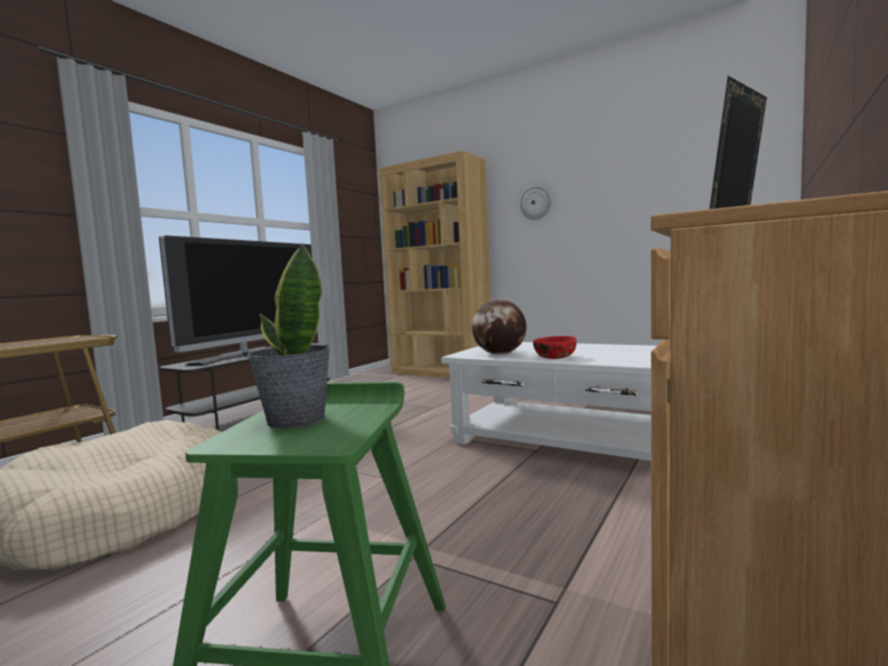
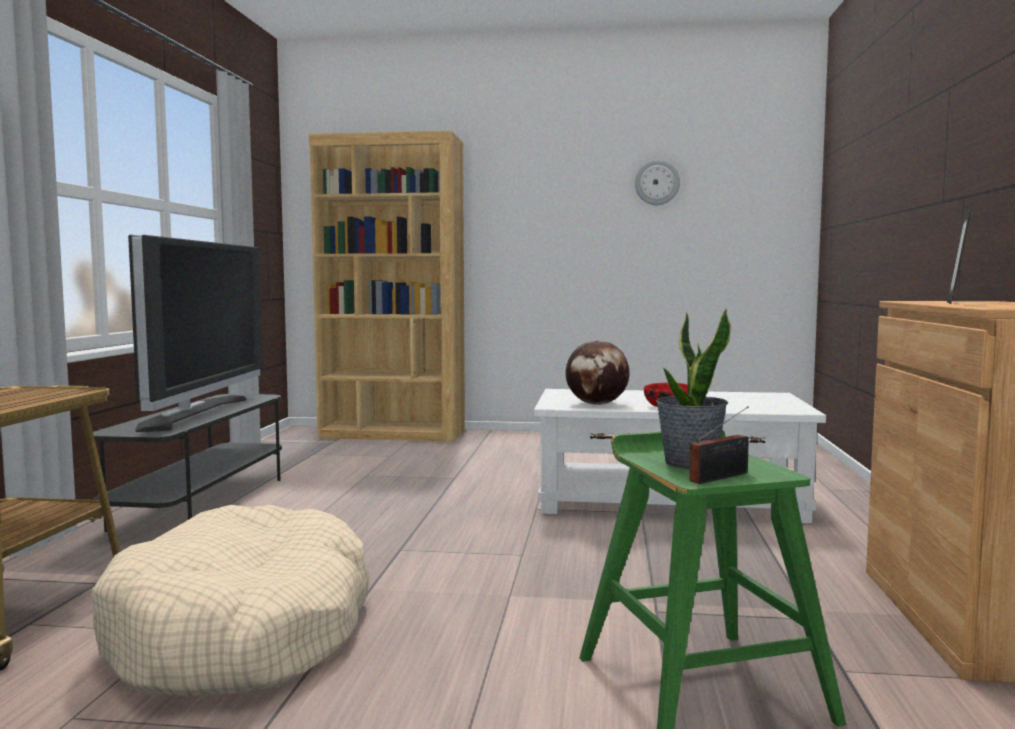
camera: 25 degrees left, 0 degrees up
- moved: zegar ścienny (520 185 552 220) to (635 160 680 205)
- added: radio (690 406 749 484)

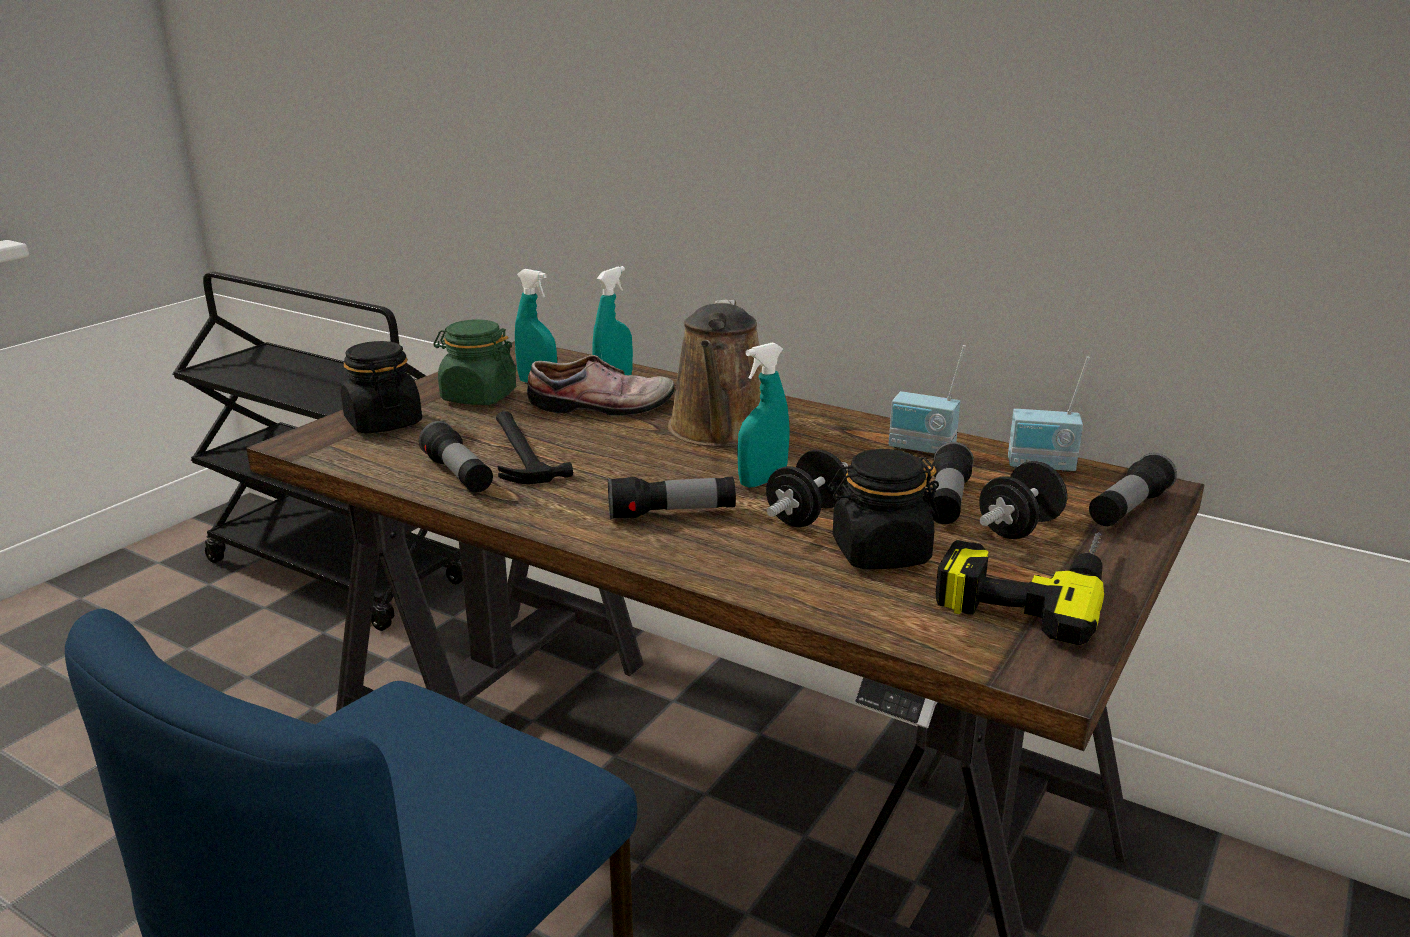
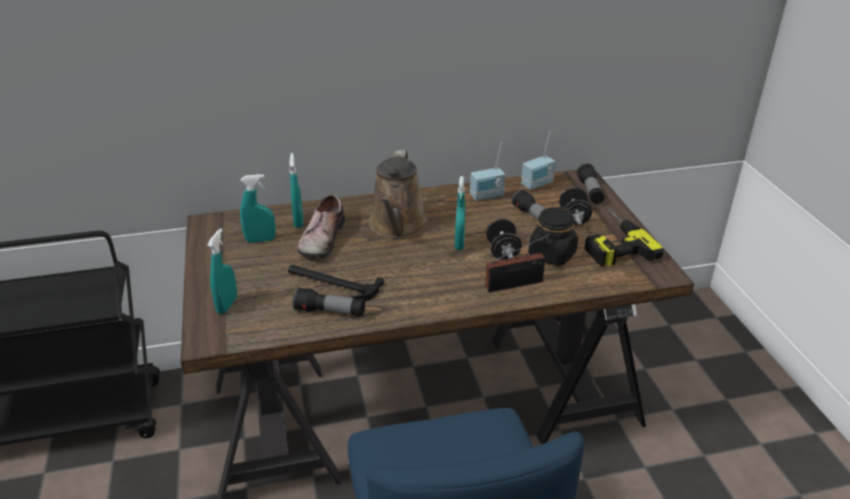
camera: 45 degrees left, 10 degrees up
- replaced: słoik/czarny (341 341 422 434) to spryskiwacz/turkusowy (207 228 237 314)
- turned: but (527 355 675 416) = (297 195 345 259) 150 degrees clockwise
- turned: konewka/brązowy (668 299 762 447) = (369 150 429 238) 45 degrees clockwise
- added: radio (485 234 551 293)
- removed: słoik/zielony (434 319 516 405)
- removed: latarka (608 476 736 520)

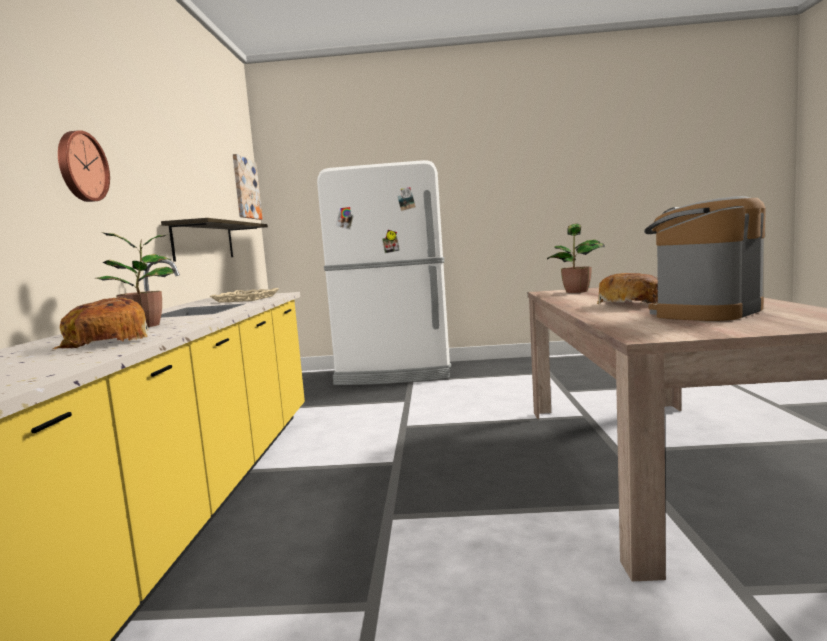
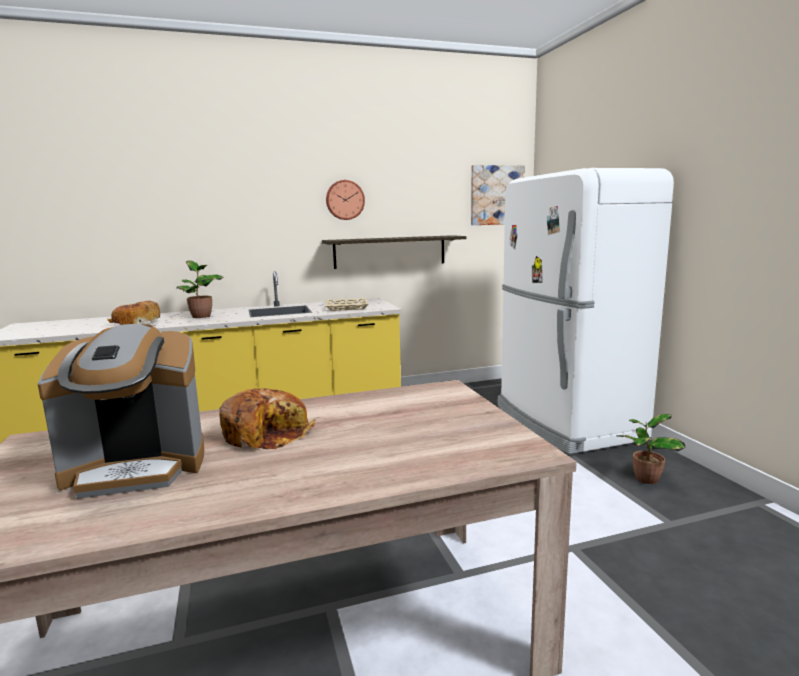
camera: 70 degrees right, 5 degrees up
- turned: ekspres do kawy (644 196 766 321) = (38 324 204 499) 135 degrees clockwise
- moved: zegar ścienny (58 130 110 202) to (326 180 365 220)
- moved: roślina doniczkowa (547 224 605 293) to (615 414 685 484)

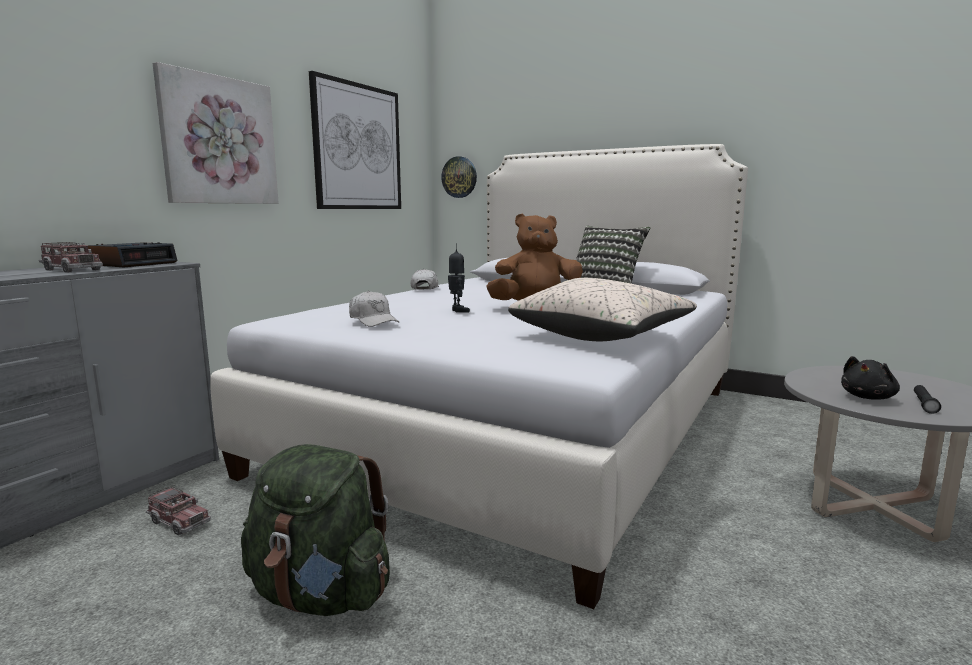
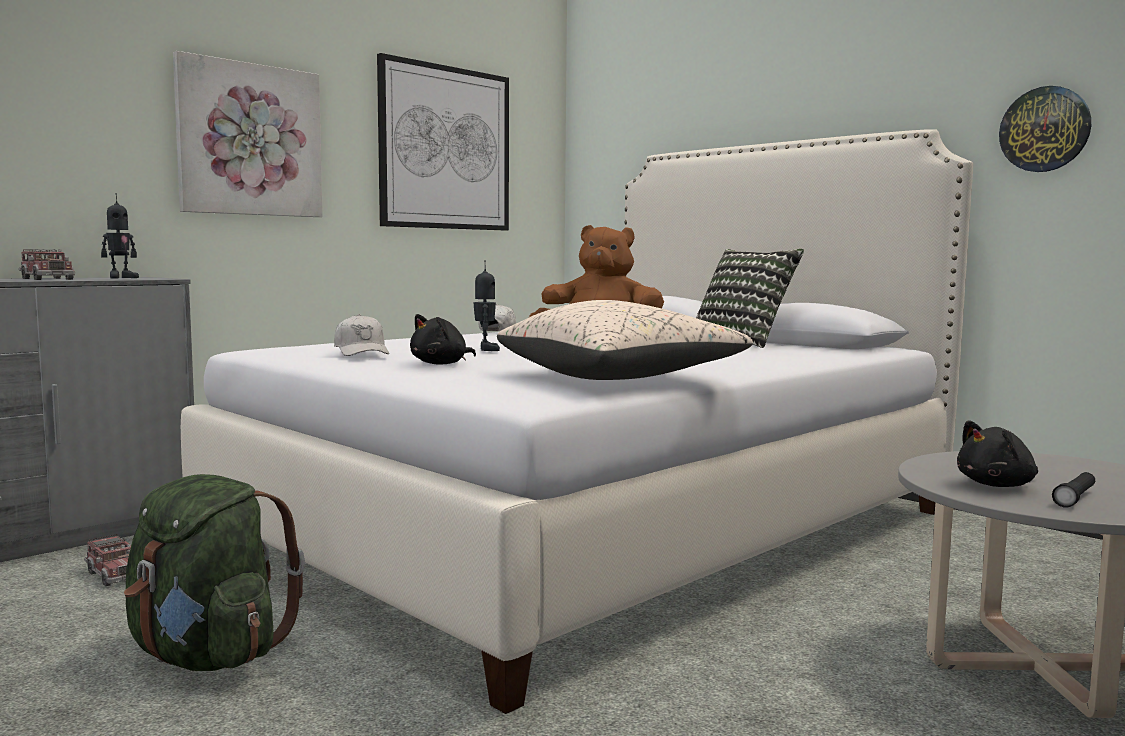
camera: 15 degrees right, 5 degrees down
- replaced: budzik (84 242 178 267) to robot zabawkowy (101 193 139 278)
- added: pluszak/czarny (410 314 476 364)
- moved: zegar ścienny (441 156 477 198) to (999 86 1091 172)

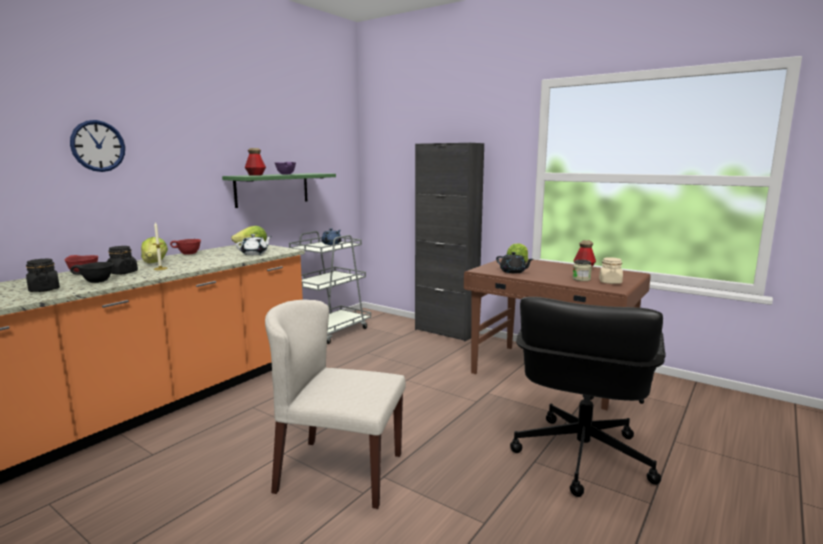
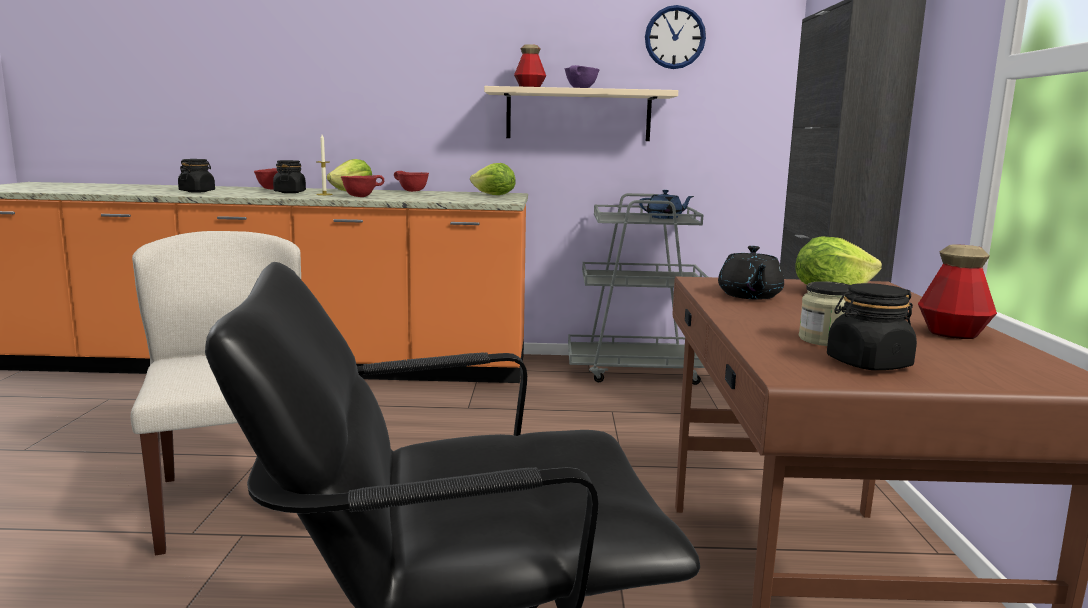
camera: 55 degrees right, 0 degrees up
- added: miska/czerwony (341 175 384 197)
- recoloured: półka/zielony (222 173 336 208) to półka/beżowy (484 86 678 141)
- moved: zegar ścienny (70 120 125 172) to (645 5 706 69)
- recoloured: słoik/beżowy (599 257 623 284) to słoik/czarny (827 283 917 370)
- removed: miska/czarny (70 262 113 283)
- removed: imbryk/biały (236 234 271 255)

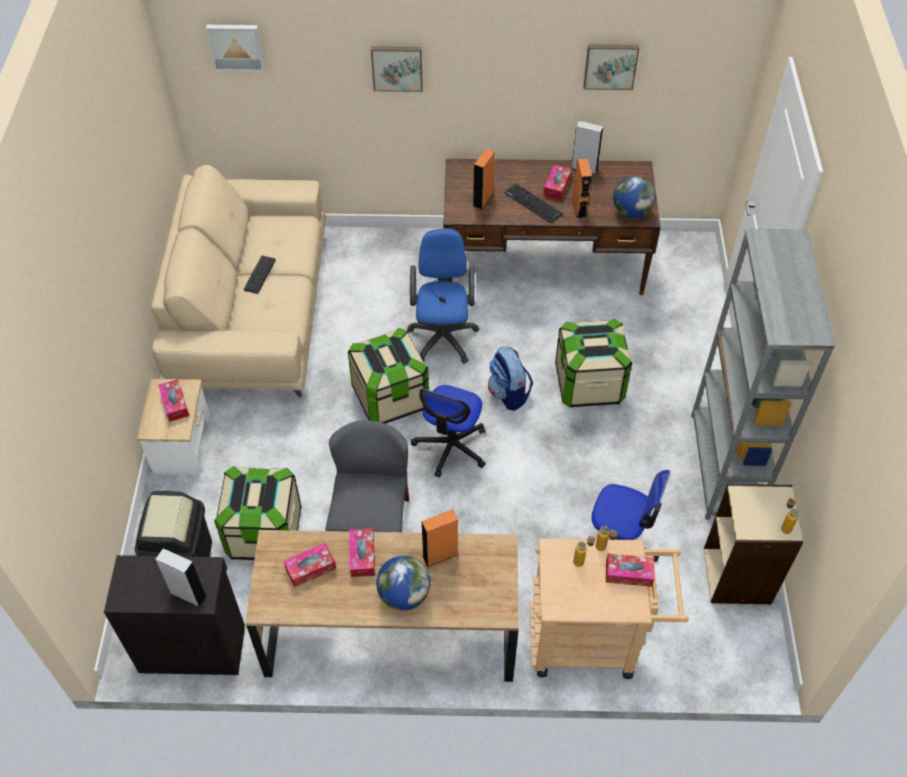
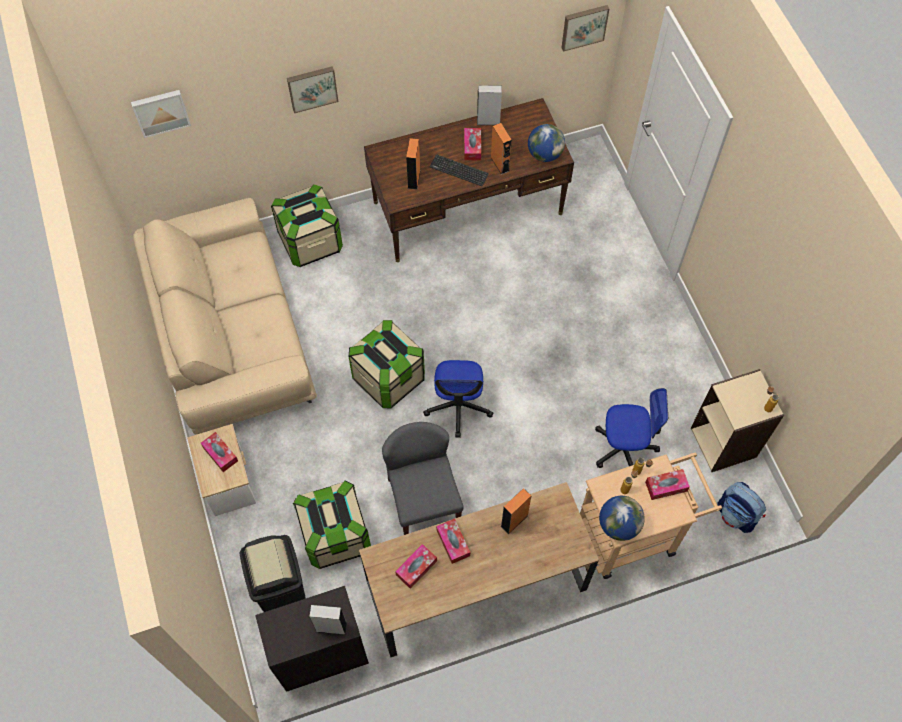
camera: 20 degrees left, 10 degrees up
- moved: pojemnik do przechowywania (555 318 632 408) to (271 184 343 267)
- moved: obraz (583 44 639 90) to (562 5 609 52)
- moved: globus (376 556 431 611) to (599 496 645 541)
- moved: plecak (488 346 533 411) to (717 482 766 533)
- removed: klawiatura (244 256 276 294)
- removed: krzesło biurowe/niebieski (407 228 479 364)
- removed: regał/szary (691 229 836 520)

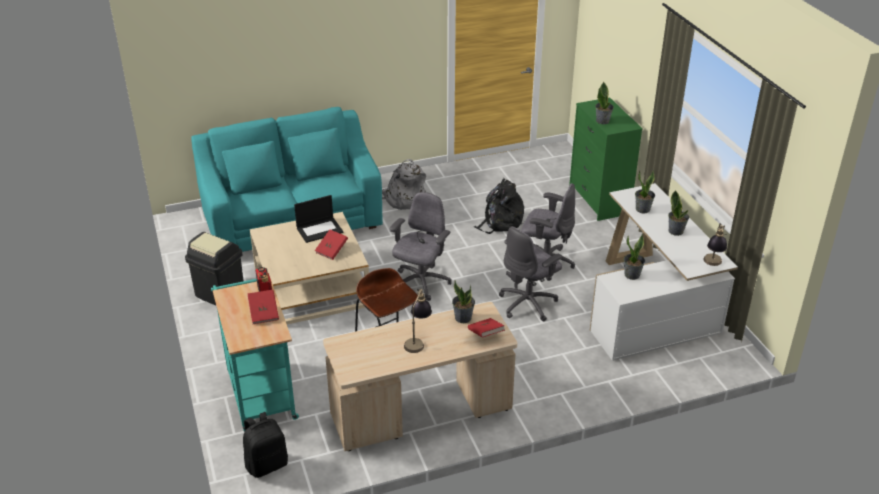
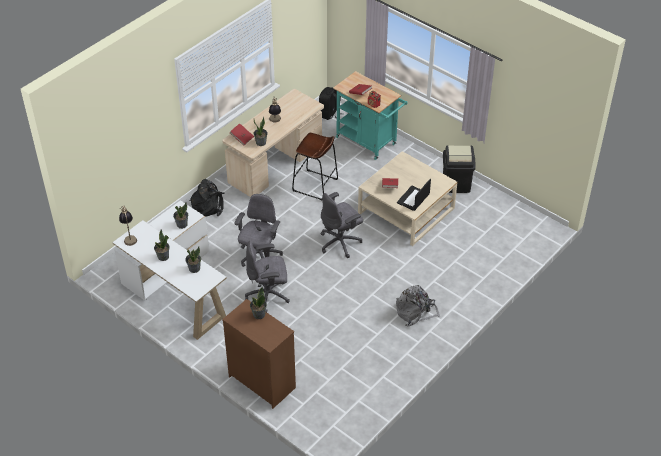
camera: 150 degrees right, 10 degrees up
- moved: plecak/czarny (474 178 524 234) to (189 179 224 216)
- recoloured: komoda/zielony (569 98 643 221) to komoda/brązowy (222 299 296 409)
- turned: krzesło biurowe/szary (390 192 452 301) = (321 192 363 258) 60 degrees clockwise
- removed: kanapa/turkusowy (191 107 383 252)

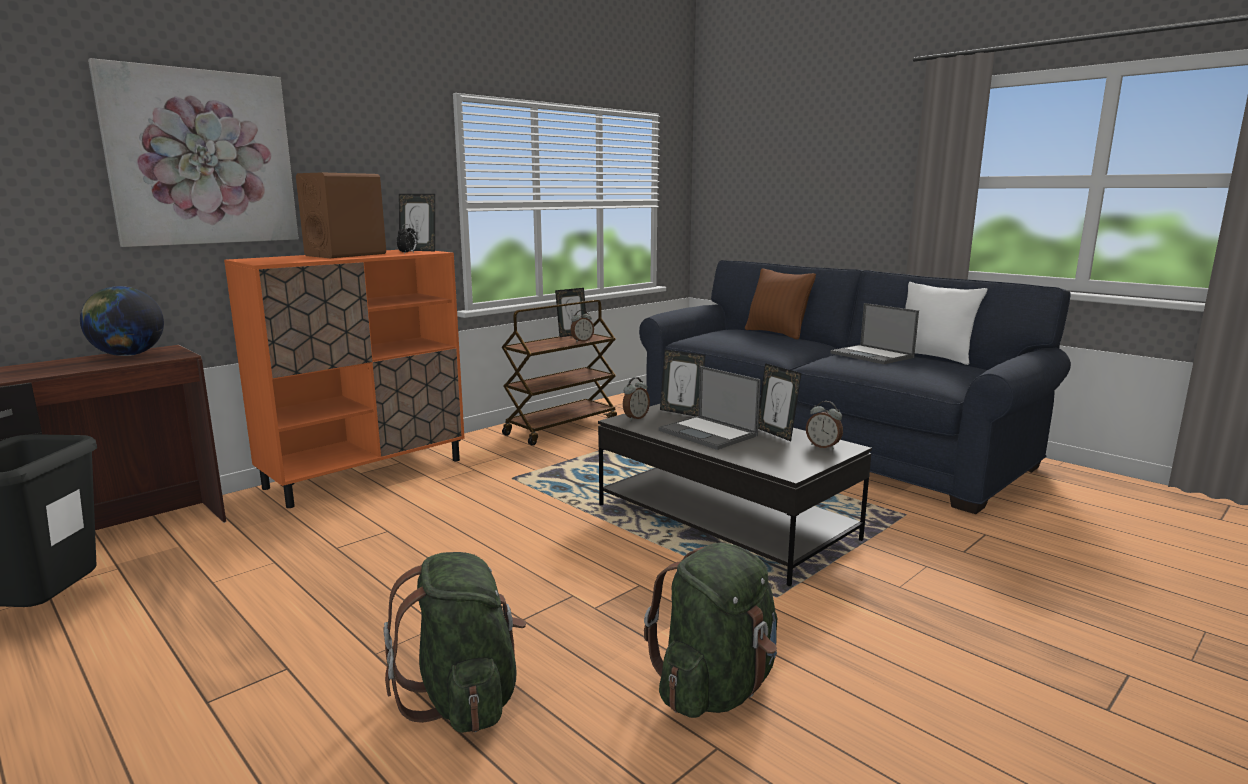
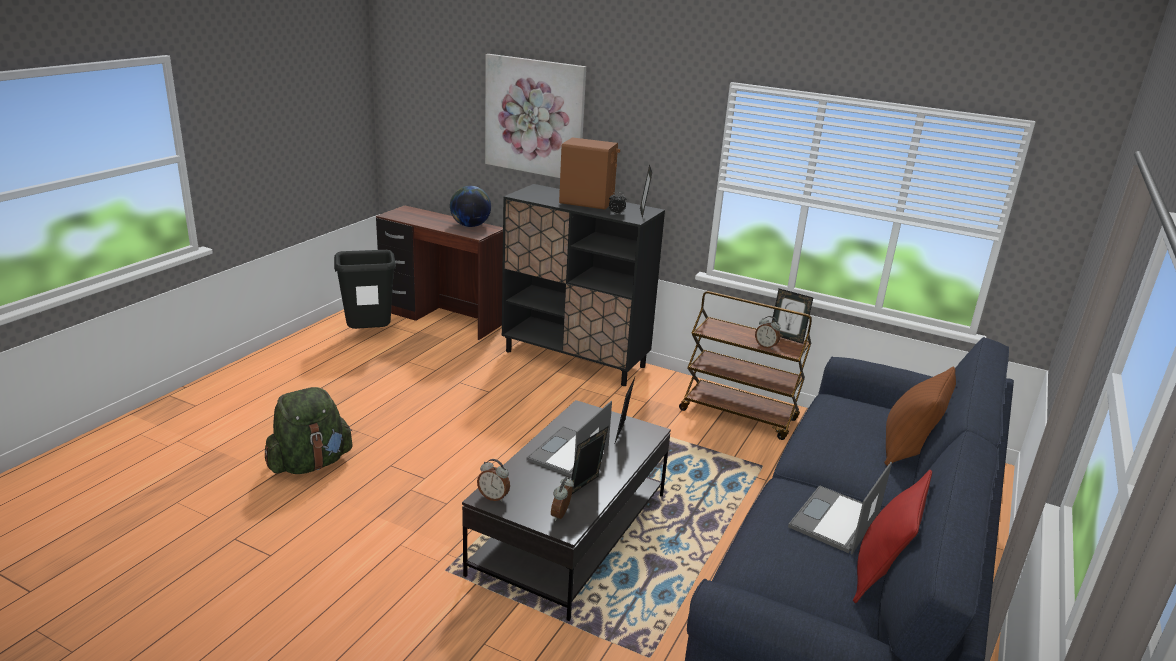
camera: 70 degrees right, 10 degrees up
- moved: budzik (623 377 650 421) to (477 459 510 502)
- recoloured: szafka/pomarańczowy (224 250 465 508) to szafka/czarny (502 184 665 386)
- recoloured: poduszka/biały (905 282 987 365) to poduszka/czerwony (853 470 932 603)
- removed: plecak/zielony (644 543 777 718)

